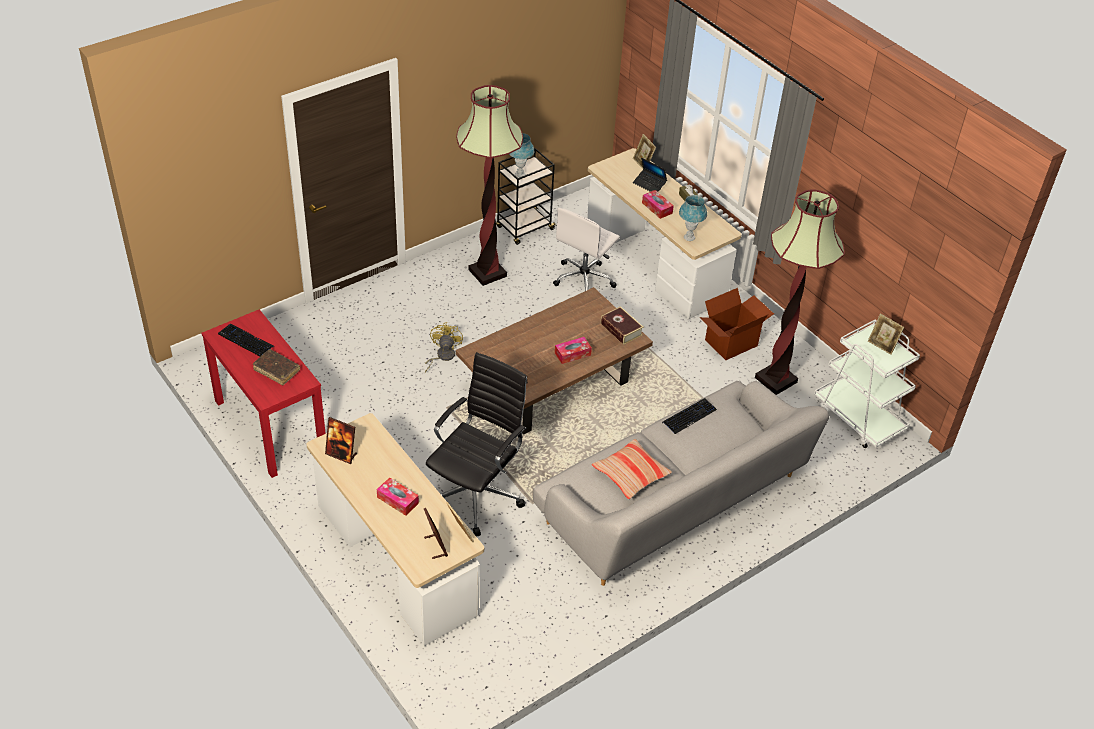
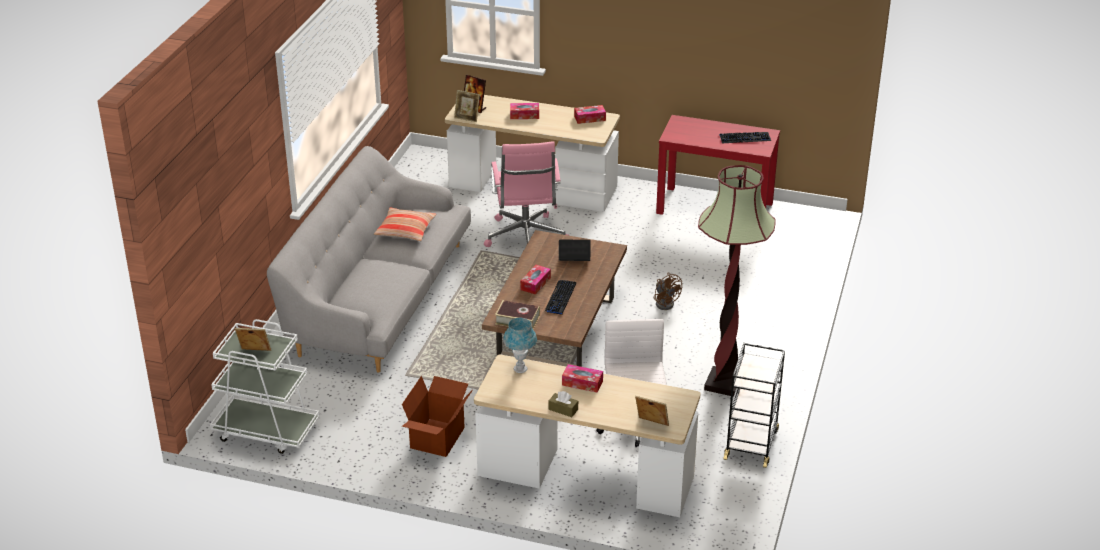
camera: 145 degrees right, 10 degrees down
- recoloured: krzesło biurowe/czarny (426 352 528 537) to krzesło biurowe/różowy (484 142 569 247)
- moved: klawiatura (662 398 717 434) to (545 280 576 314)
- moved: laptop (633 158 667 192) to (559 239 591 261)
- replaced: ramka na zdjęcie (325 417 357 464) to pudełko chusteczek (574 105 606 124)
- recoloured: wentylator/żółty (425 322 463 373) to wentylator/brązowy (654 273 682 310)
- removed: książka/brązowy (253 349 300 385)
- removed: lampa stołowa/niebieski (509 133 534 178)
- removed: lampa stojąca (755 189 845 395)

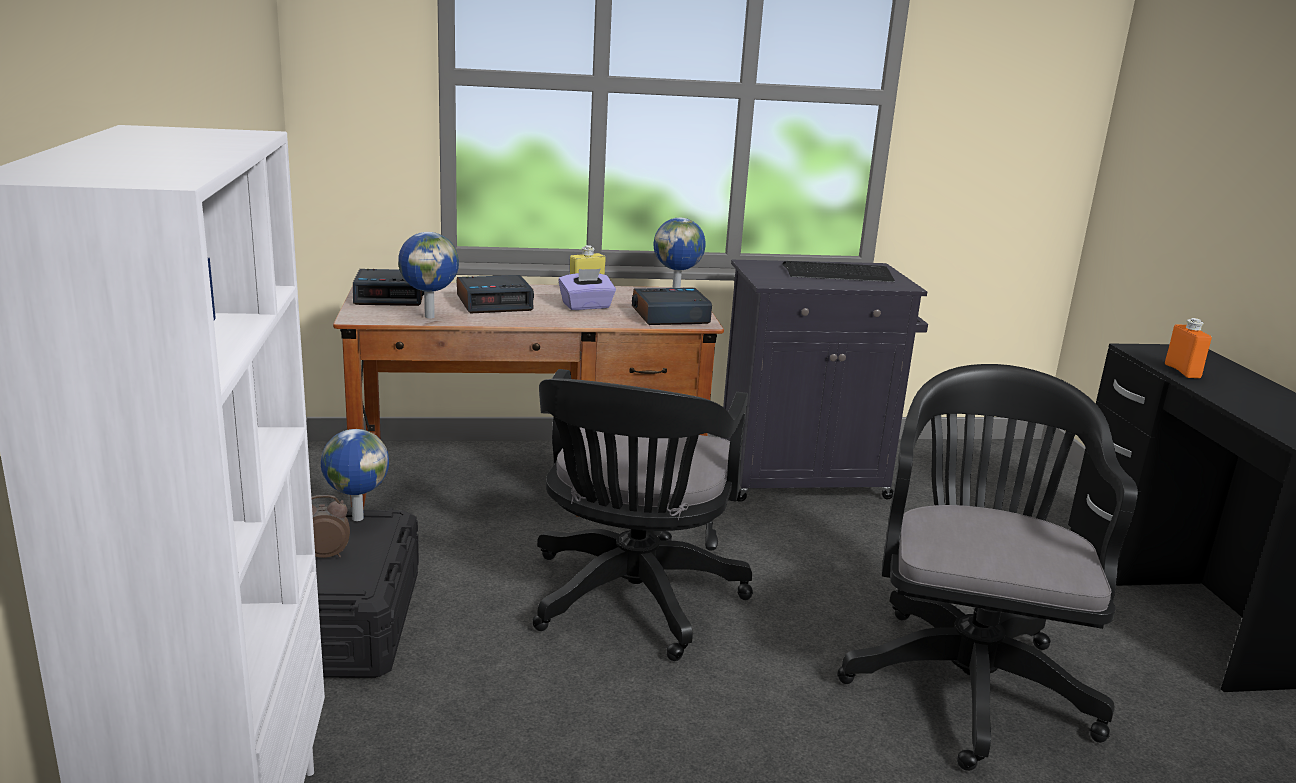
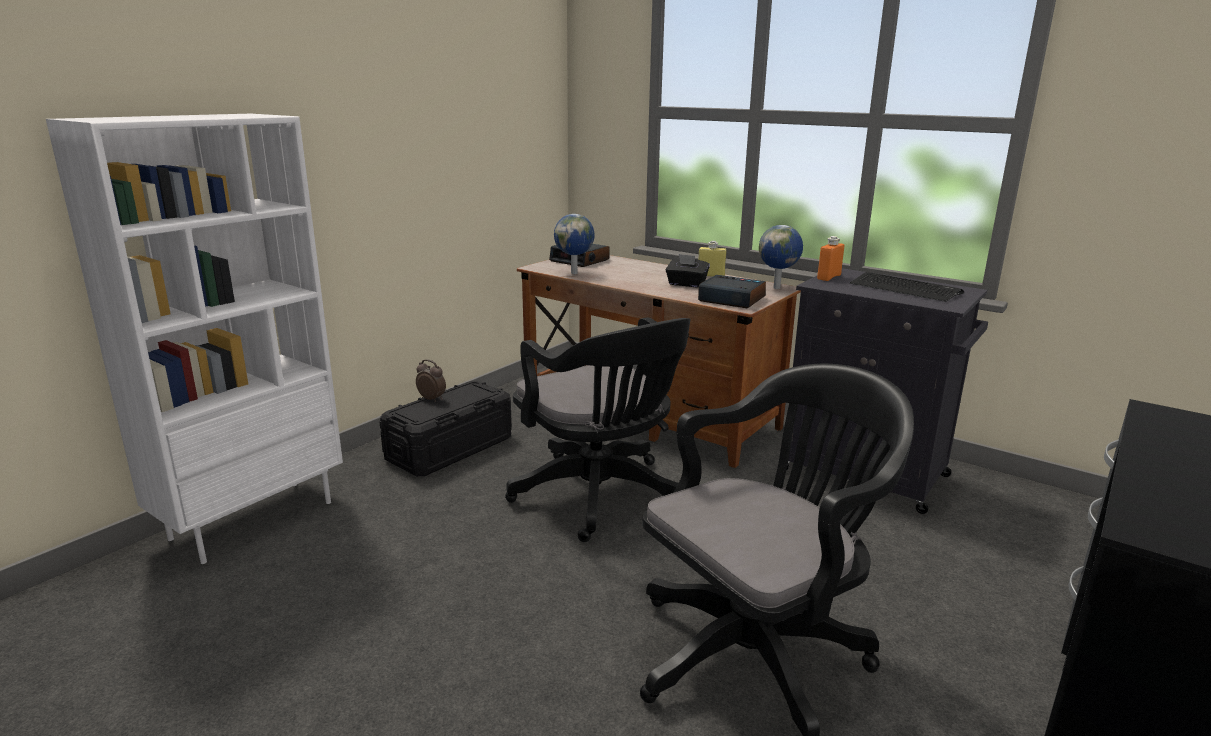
camera: 45 degrees right, 0 degrees up
- turned: krzesło biurowe/czarny (532 369 753 661) = (505 317 690 542) 90 degrees counterclockwise
- recoloured: pudełko chusteczek/fioletowy (558 269 616 310) to pudełko chusteczek/czarny (666 254 710 287)
- moved: butelka/pomarańczowy (1165 318 1212 378) to (817 236 844 281)
- removed: globus (321 429 389 521)
- removed: budzik (457 275 534 313)

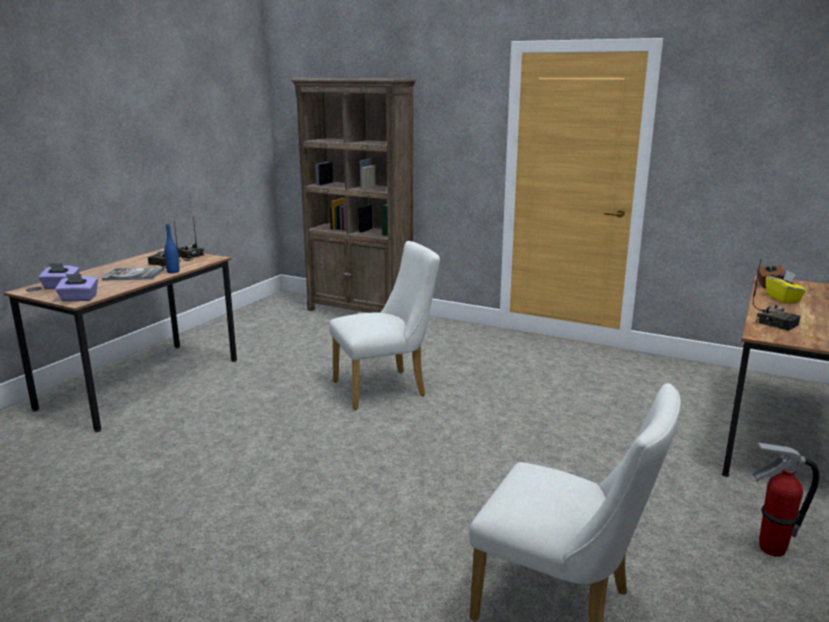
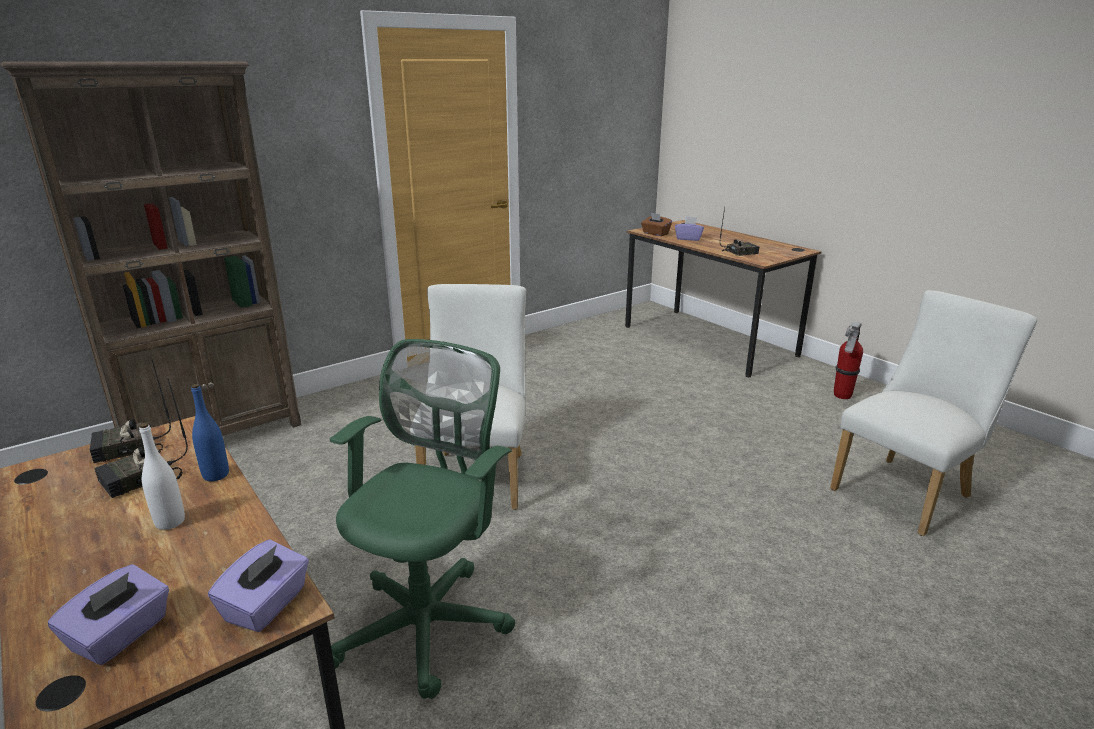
camera: 65 degrees left, 5 degrees up
- replaced: książka (102 267 164 281) to butelka/biały (139 423 185 530)
- added: krzesło biurowe/zielony (329 339 515 699)
- recoloured: pudełko chusteczek/żółty (766 271 806 303) to pudełko chusteczek/fioletowy (675 216 704 241)

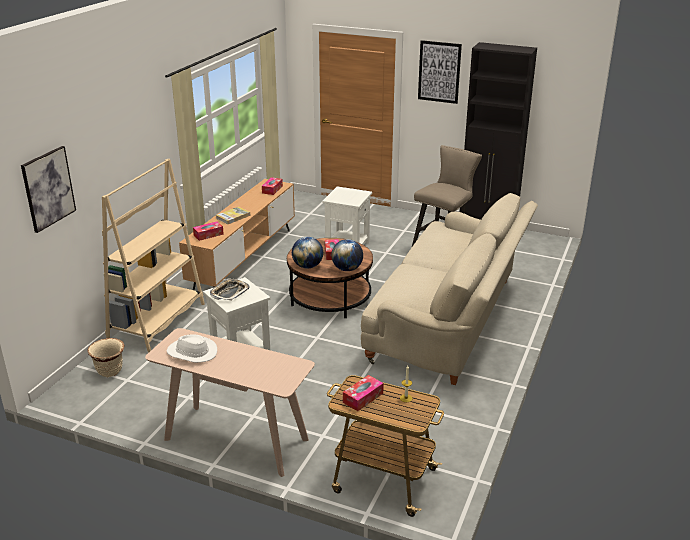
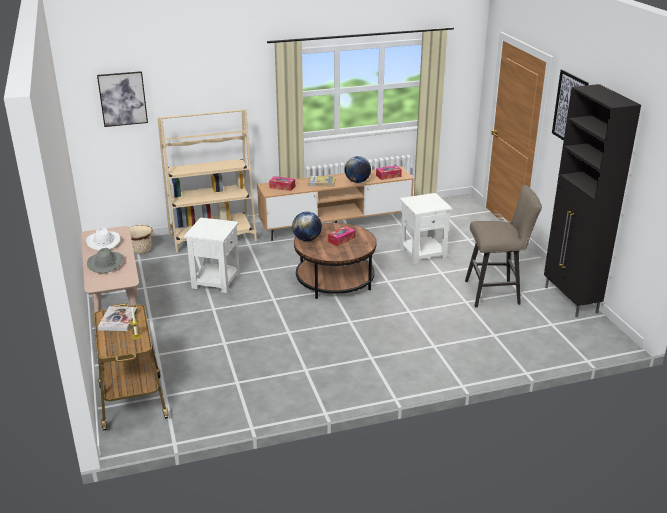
camera: 50 degrees right, 0 degrees up
- added: kapelusz/szary (87 248 123 274)
- replaced: pudełko chusteczek (343 375 384 411) to książka (98 306 138 331)
- moved: globus (331 239 363 271) to (345 156 371 183)
- removed: taca (210 279 249 301)
- removed: kanapa/beżowy (361 193 538 385)

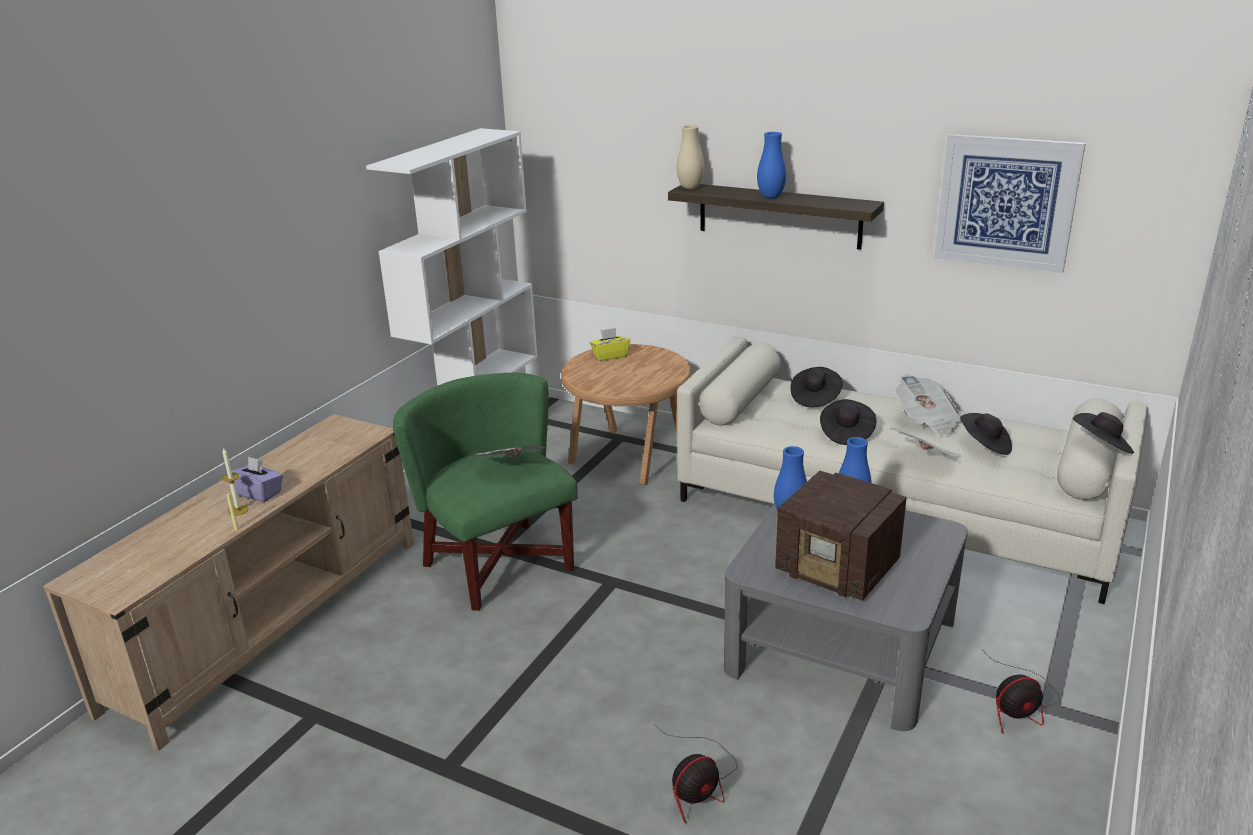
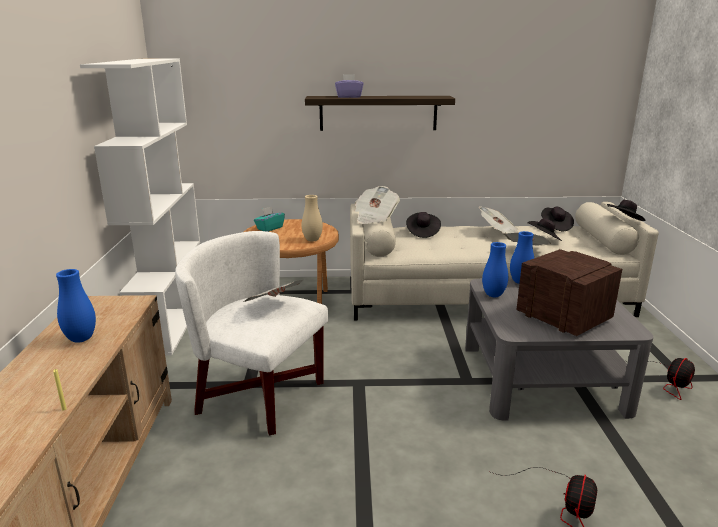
camera: 30 degrees left, 5 degrees down
- moved: wazon/niebieski (757 132 786 199) to (56 269 96 343)
- recoloured: fotel/zielony (393 373 578 611) to fotel/biały (175 231 328 436)
- recoloured: pudełko chusteczek/żółty (590 328 630 361) to pudełko chusteczek/turkusowy (254 206 285 232)
- moved: wazon/beżowy (676 125 704 189) to (302 195 323 242)
- moved: pudełko chusteczek/fioletowy (226 456 283 502) to (335 74 363 98)
- added: gazeta (355 186 400 224)
- turned: radio (775 471 907 601) = (516 249 622 336) 135 degrees counterclockwise
- moved: kapelusz/czarny (820 399 876 445) to (541 207 574 231)
- removed: świeca (222 447 249 516)
- removed: obraz (934 134 1086 273)

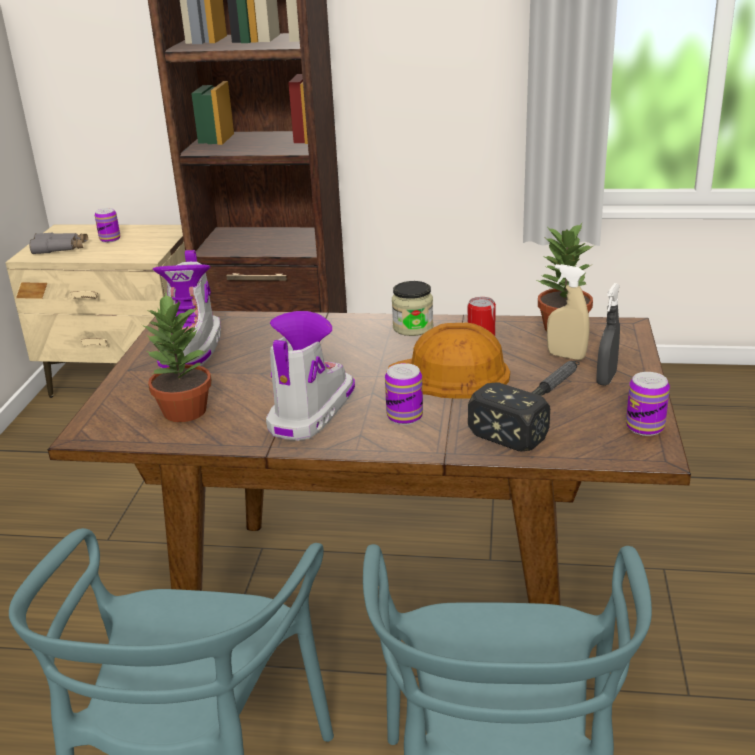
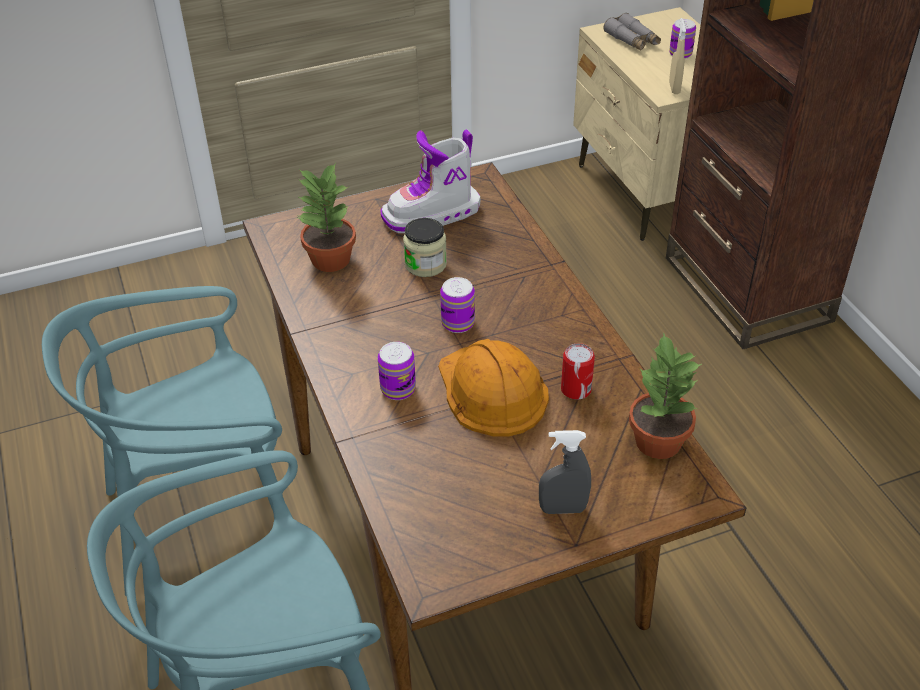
camera: 60 degrees right, 15 degrees up
- moved: słoik (392 281 433 336) to (403 218 447 277)
- moved: puszka (626 372 670 436) to (440 277 475 333)
- moved: spryskiwacz/beżowy (547 264 589 360) to (669 18 686 94)
- removed: but z cholewką (266 311 355 441)
- removed: młotek (468 361 580 451)

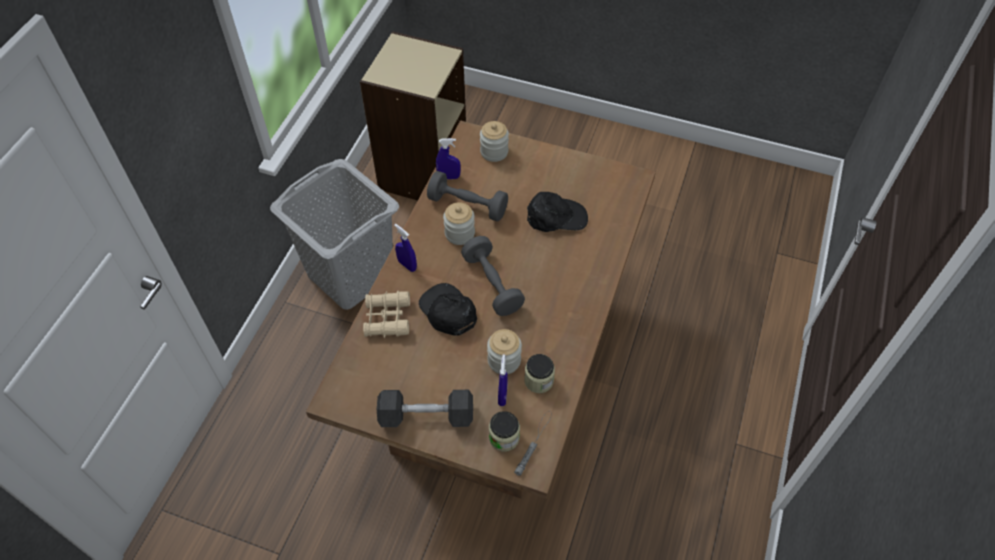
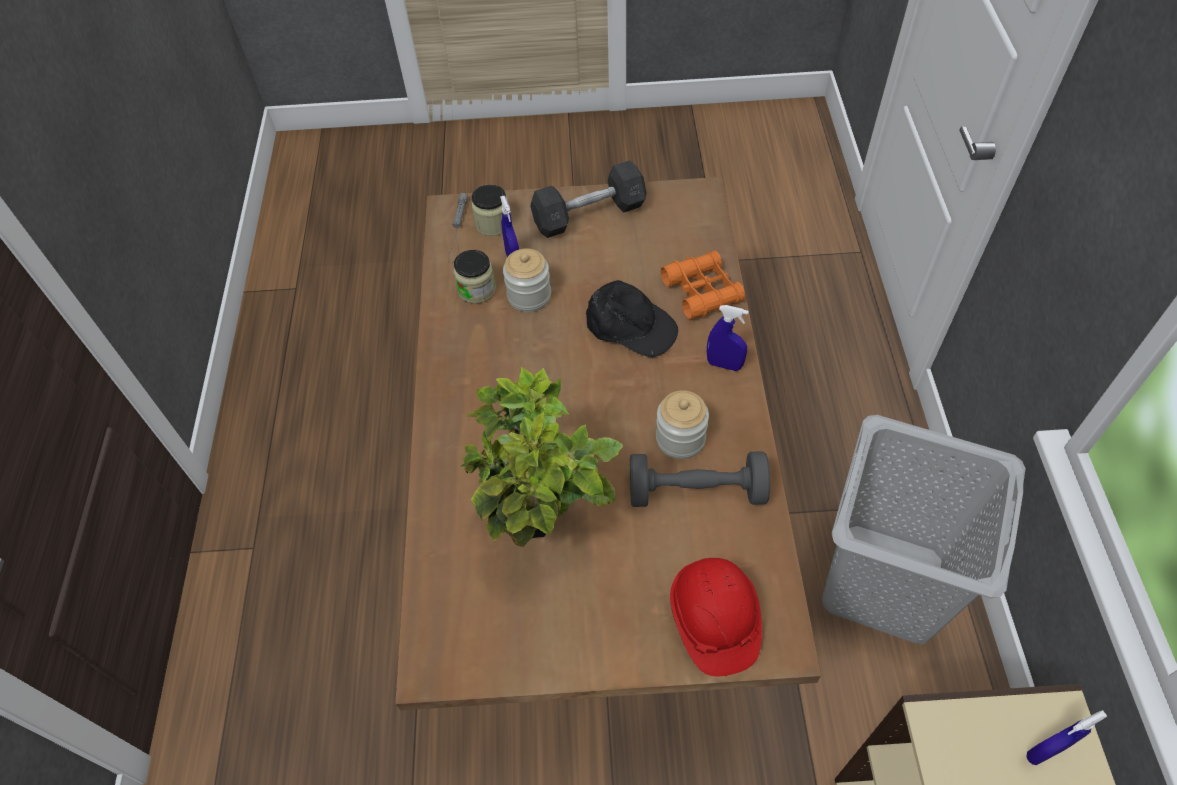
camera: 160 degrees right, 0 degrees up
- replaced: czapka z daszkiem/czarny (527 192 588 232) to roślina doniczkowa (461 367 623 547)
- recoloured: lornetka/beżowy (363 291 410 338) to lornetka/pomarańczowy (661 250 745 319)
- replaced: słoik (480 121 509 162) to kask/czerwony (670 558 762 676)
- moved: spryskiwacz/niebieski (436 138 461 179) to (1026 710 1107 765)
- removed: hantel/szary (461 236 525 316)

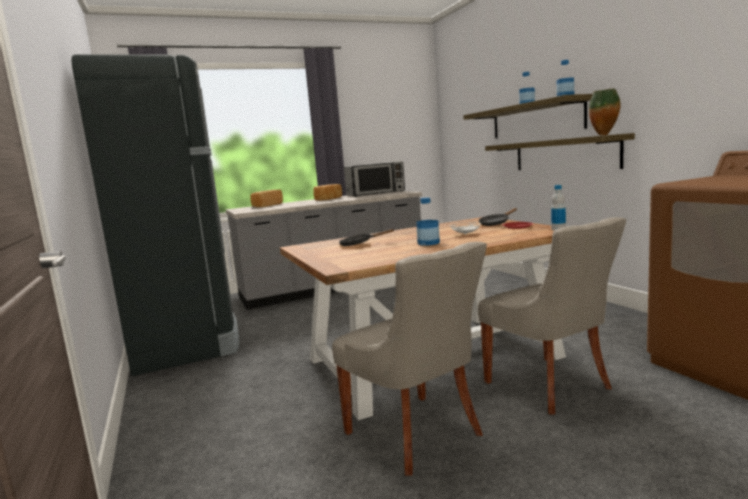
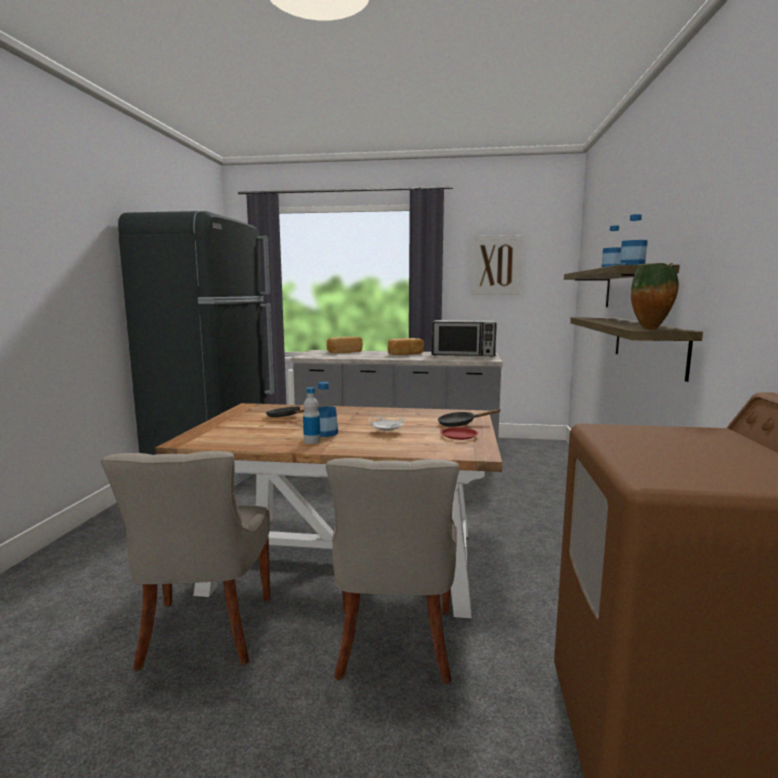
camera: 30 degrees right, 0 degrees up
- moved: butelka (551 185 566 231) to (303 387 320 444)
- added: obraz (471 235 522 295)

